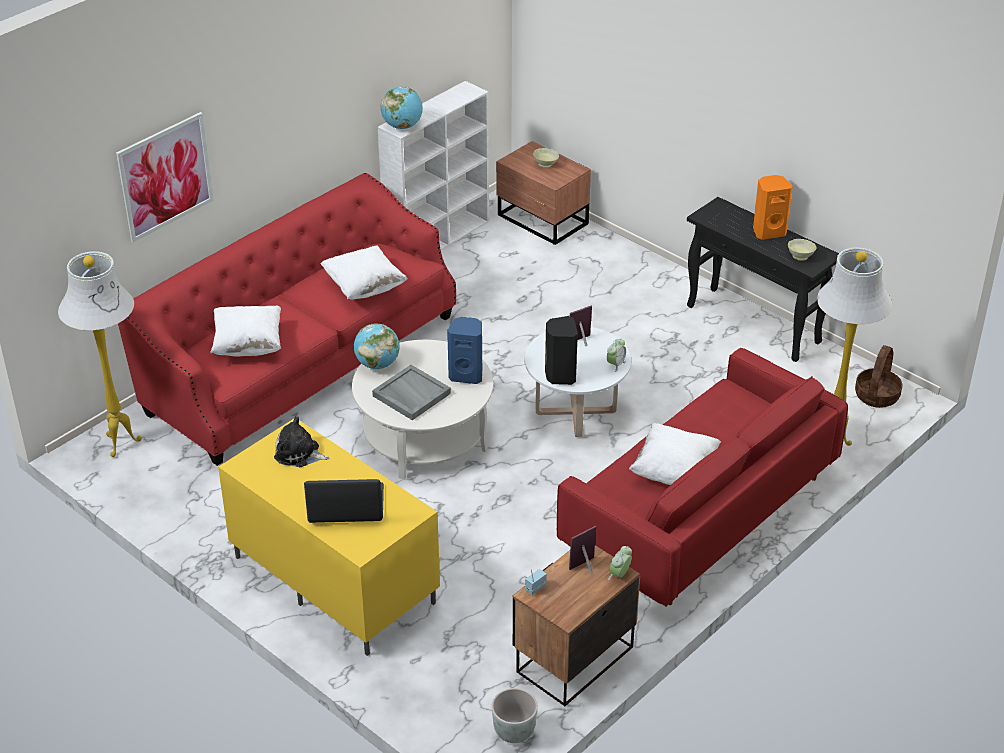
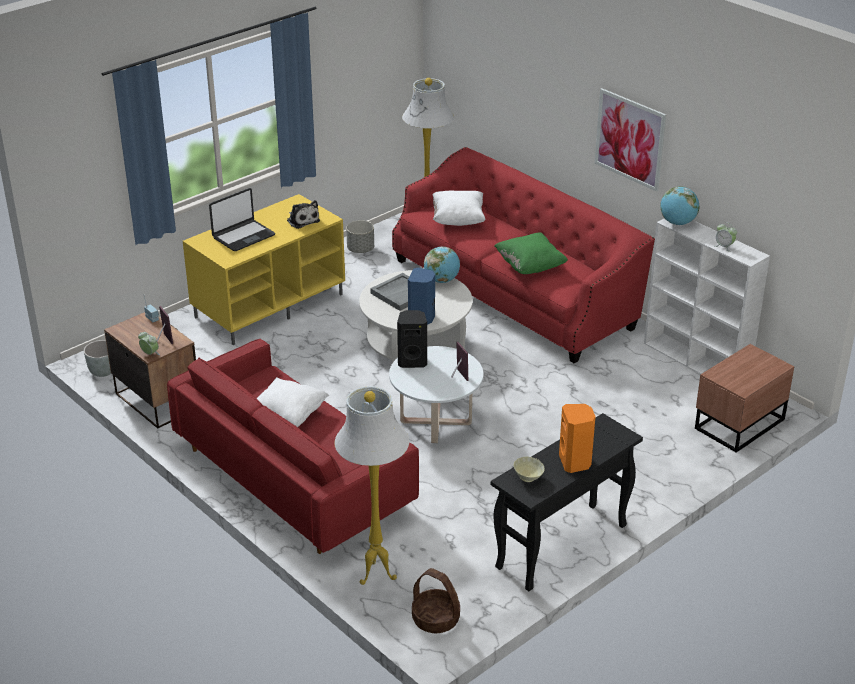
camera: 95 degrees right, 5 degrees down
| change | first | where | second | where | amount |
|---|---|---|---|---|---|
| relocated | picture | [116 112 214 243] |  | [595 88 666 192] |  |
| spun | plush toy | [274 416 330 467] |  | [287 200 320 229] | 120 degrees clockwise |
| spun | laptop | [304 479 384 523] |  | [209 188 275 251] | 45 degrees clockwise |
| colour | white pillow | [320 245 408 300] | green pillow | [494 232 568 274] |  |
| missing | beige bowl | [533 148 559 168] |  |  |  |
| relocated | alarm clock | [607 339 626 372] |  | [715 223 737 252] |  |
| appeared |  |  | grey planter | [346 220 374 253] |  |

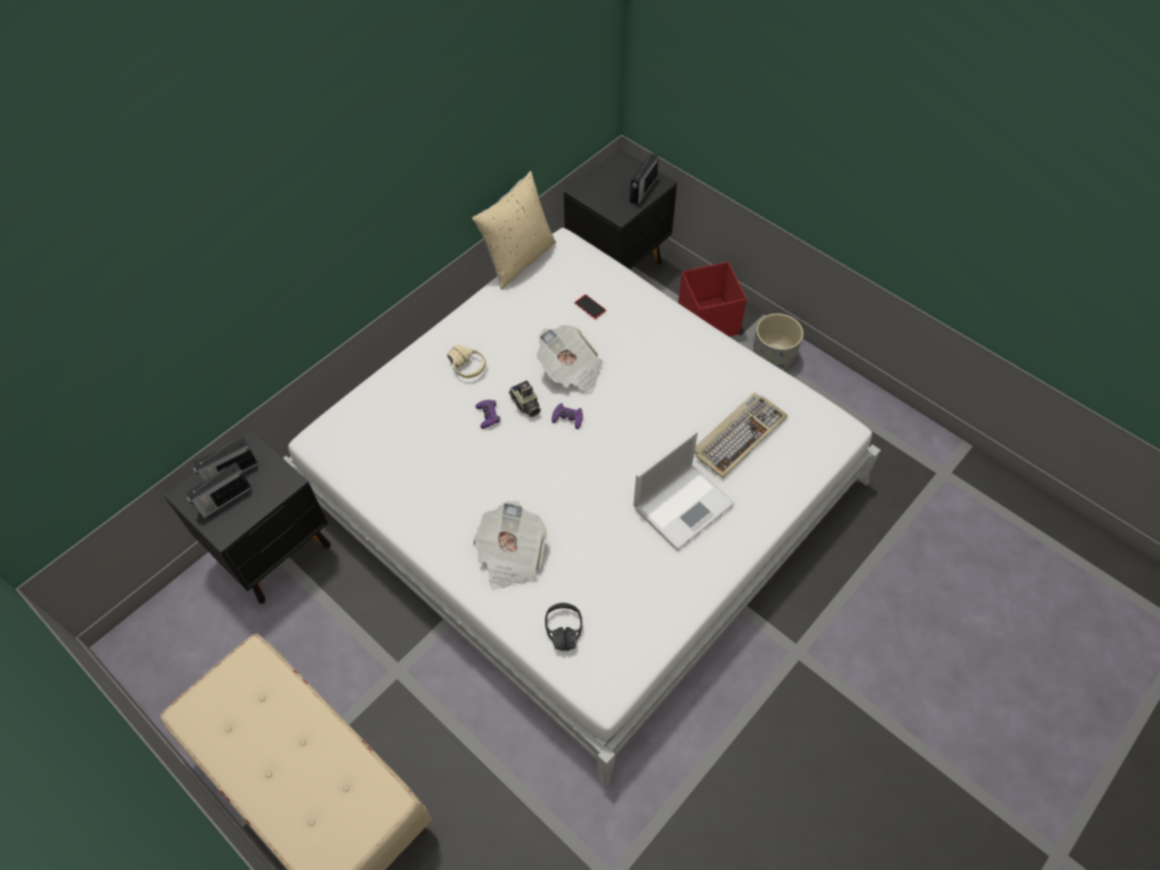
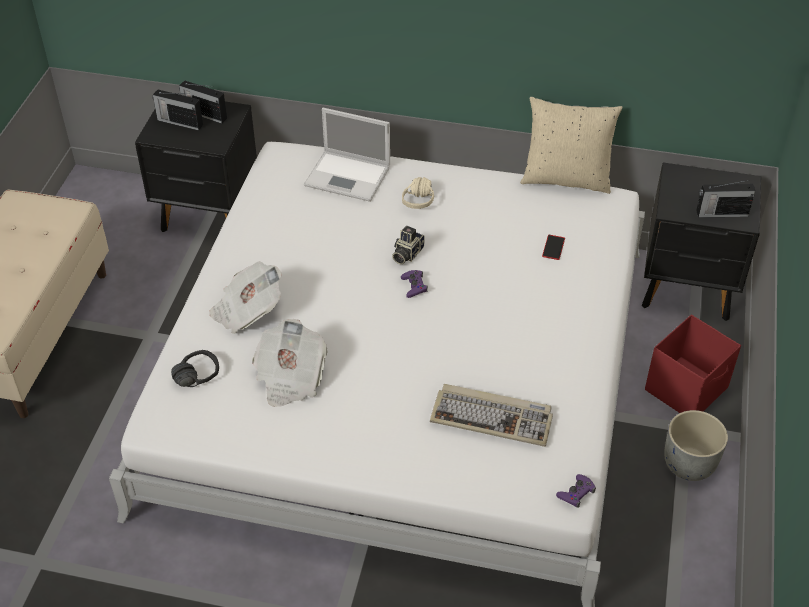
camera: 60 degrees right, 10 degrees down
| change | first | where | second | where | amount |
|---|---|---|---|---|---|
| relocated | purple game controller | [475 400 500 429] |  | [556 474 596 508] |  |
| relocated | newspaper | [537 325 603 393] |  | [252 319 328 407] |  |
| relocated | laptop | [633 430 734 550] |  | [304 108 390 202] |  |

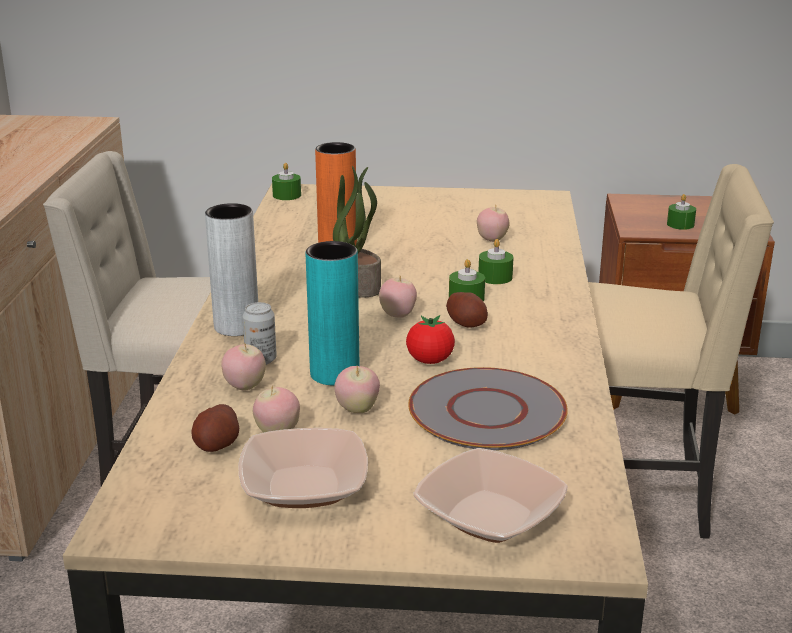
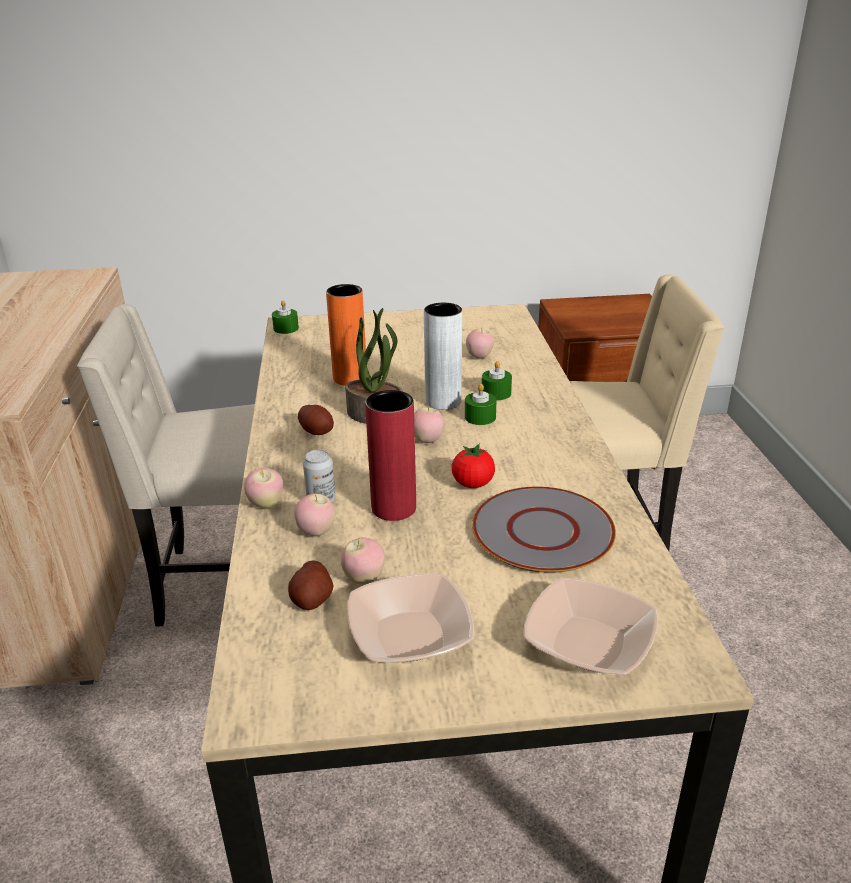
camera: 10 degrees left, 5 degrees up
| change | first | where | second | where | amount |
|---|---|---|---|---|---|
| relocated | grey vase | [205 203 258 336] |  | [424 303 462 410] |  |
| colour | turquoise vase | [306 241 360 386] | red vase | [365 390 416 521] |  |
| relocated | apple | [334 366 380 413] |  | [244 468 283 508] |  |
| relocated | potato | [446 292 488 328] |  | [298 405 334 435] |  |
| missing | green candle | [667 194 696 230] |  |  |  |

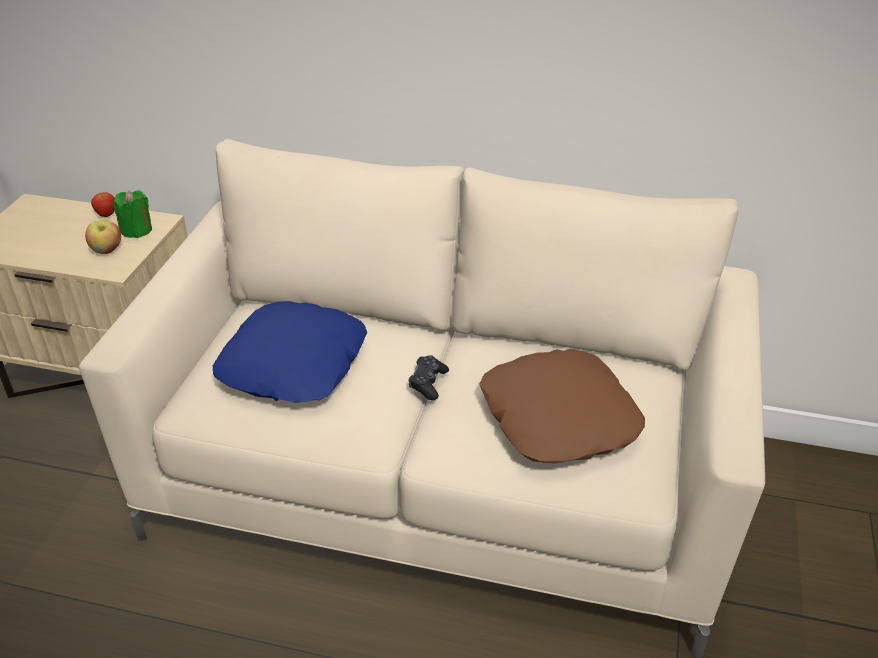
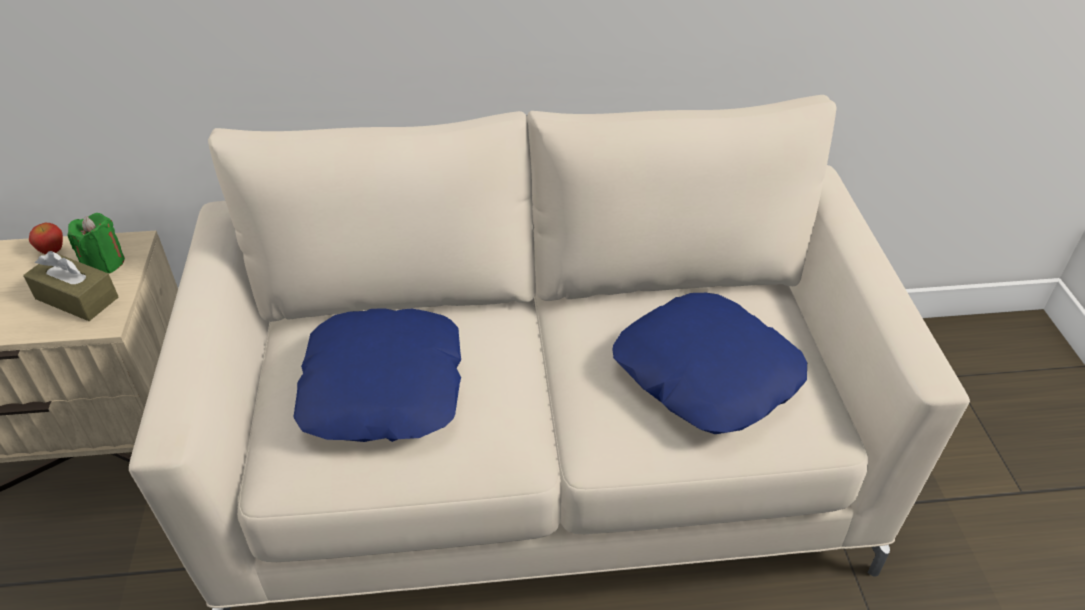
camera: 20 degrees left, 5 degrees up
| change | first | where | second | where | amount |
|---|---|---|---|---|---|
| exchanged | apple | [85 220 121 254] | brown tissue box | [23 251 119 321] |  |
| missing | black game controller | [409 355 449 400] |  |  |  |
| colour | brown pillow | [479 349 645 464] | blue pillow | [612 293 807 434] |  |

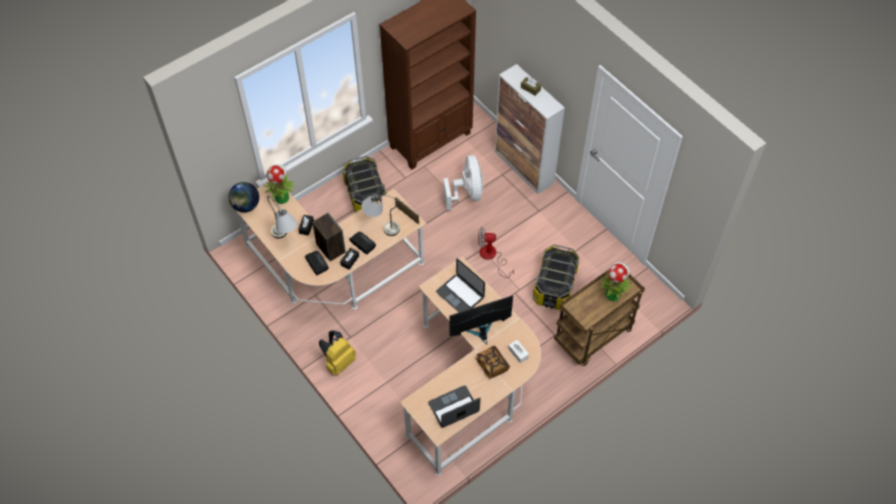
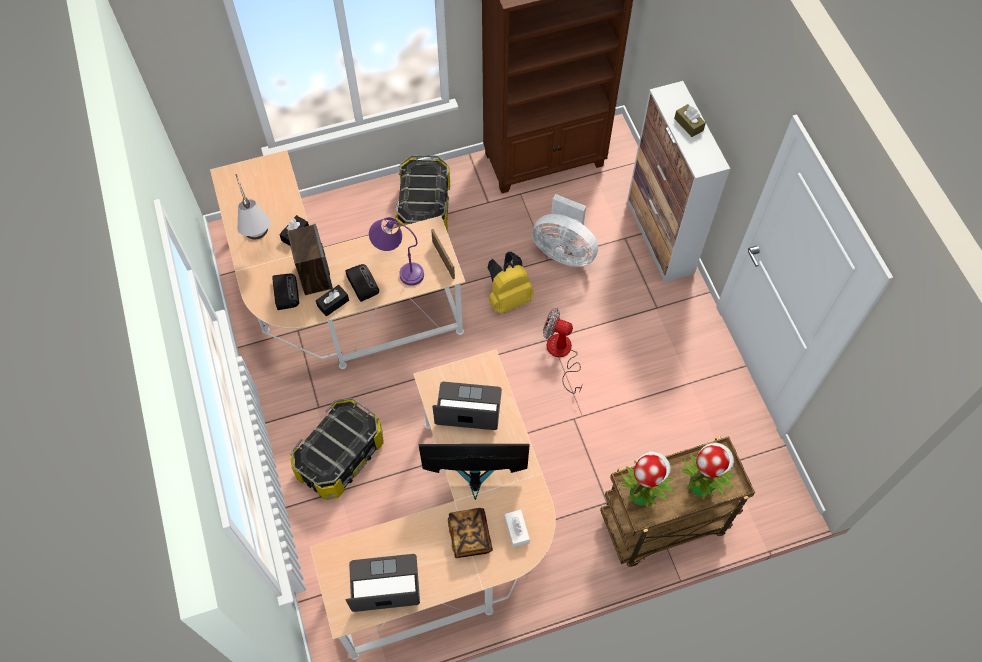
camera: 20 degrees right, 5 degrees up
| change | first | where | second | where | amount |
|---|---|---|---|---|---|
| missing | globe | [228 182 259 212] |  |  |  |
| relocated | potted plant | [263 164 297 204] |  | [619 451 674 510] |  |
| relocated | yellow backpack | [319 330 356 375] |  | [487 252 534 314] |  |
| colour | grey table lamp | [361 194 400 236] | purple table lamp | [369 217 424 286] |  |
| spun | laptop | [436 259 485 312] |  | [432 382 502 430] | 120 degrees clockwise |
| spun | white fan | [443 155 484 211] |  | [532 194 598 267] | 105 degrees clockwise |
| relocated | storage box | [533 244 580 310] |  | [290 398 384 500] |  |

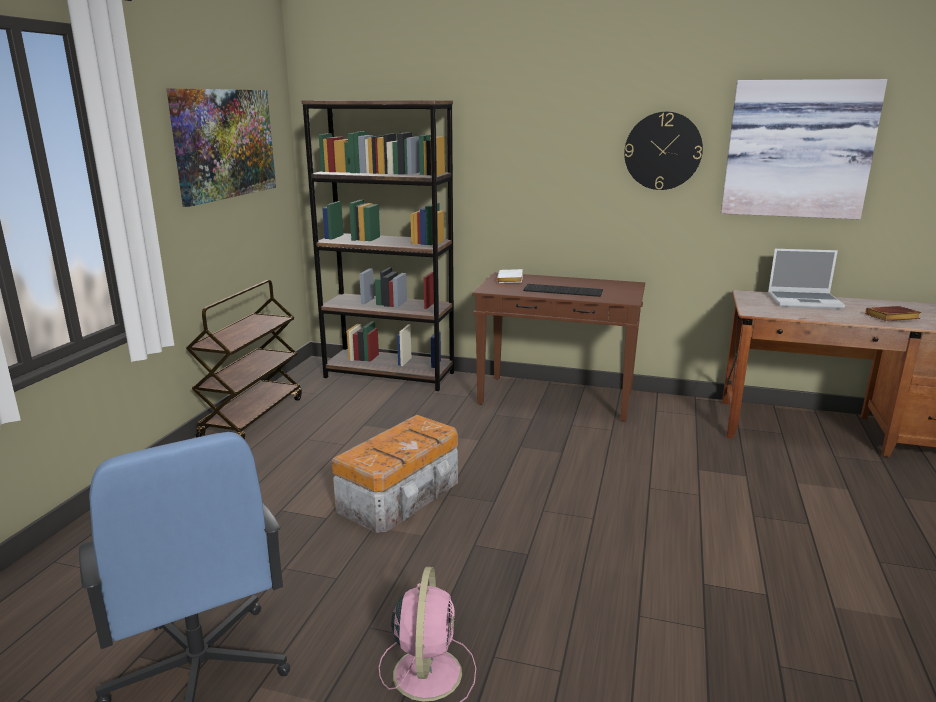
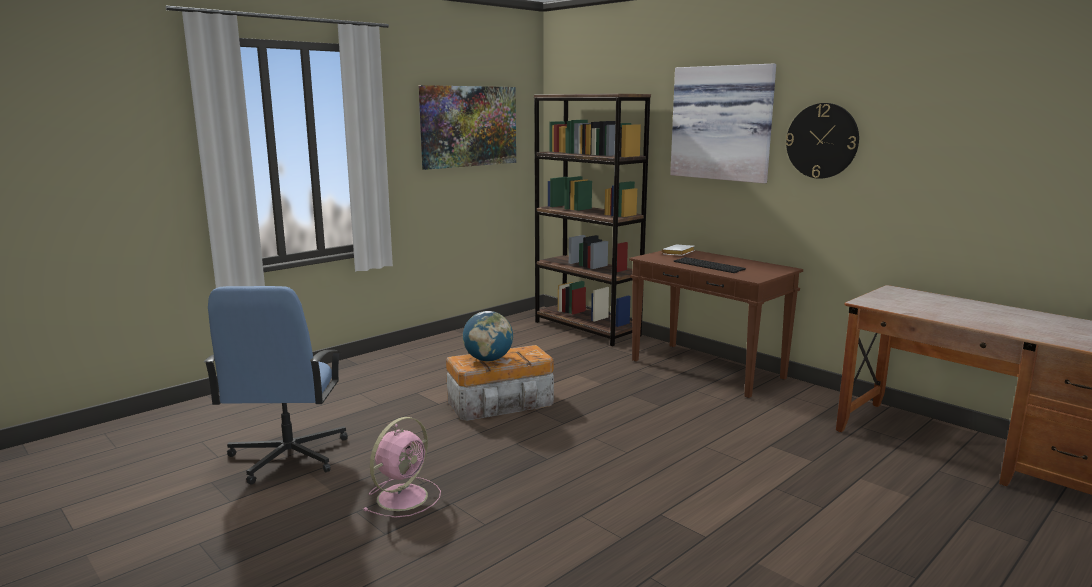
camera: 30 degrees right, 5 degrees down
| change | first | where | second | where | amount |
|---|---|---|---|---|---|
| missing | brown cart | [186 280 302 440] |  |  |  |
| relocated | picture | [721 79 887 219] |  | [670 64 776 183] |  |
| missing | laptop | [768 249 845 309] |  |  |  |
| missing | brown book | [865 306 921 321] |  |  |  |
| appeared |  |  | globe | [463 311 513 361] |  |

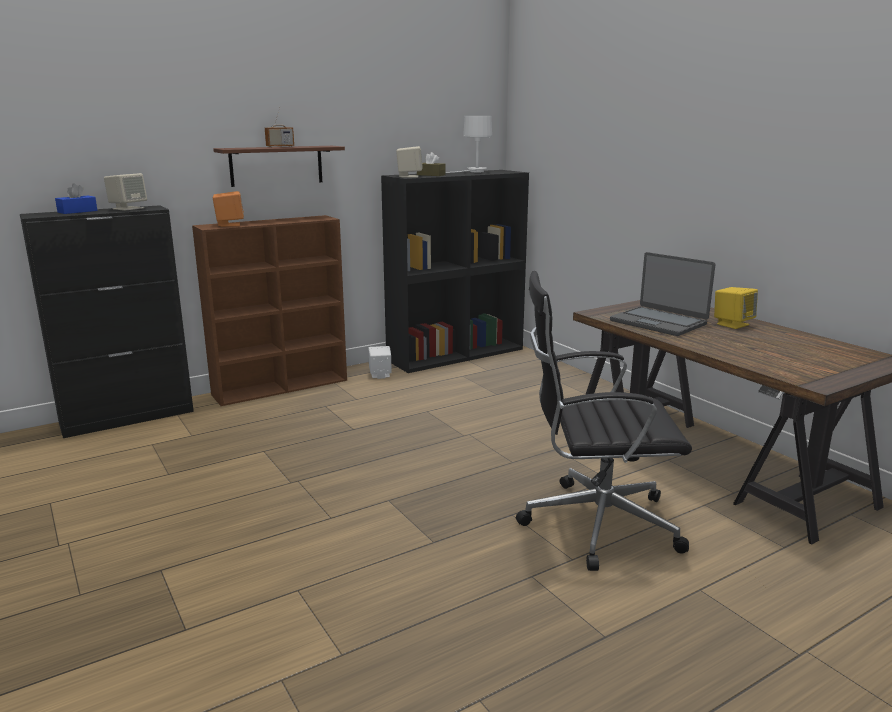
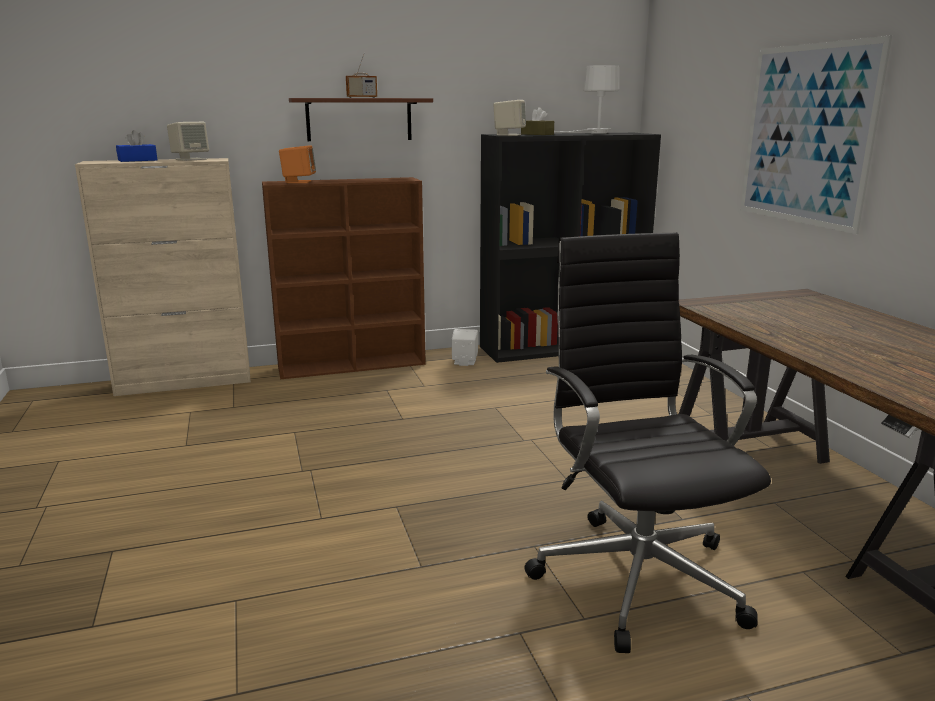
camera: 15 degrees right, 0 degrees up
| change | first | where | second | where | amount |
|---|---|---|---|---|---|
| colour | black cabinet | [20 205 194 438] | beige cabinet | [75 158 251 396] |  |
| spun | black office chair | [516 271 692 571] |  | [524 232 771 653] | 60 degrees clockwise |
| missing | laptop | [610 252 715 336] |  |  |  |
| missing | yellow speaker | [714 287 758 329] |  |  |  |
| appeared |  |  | picture | [740 36 892 234] |  |

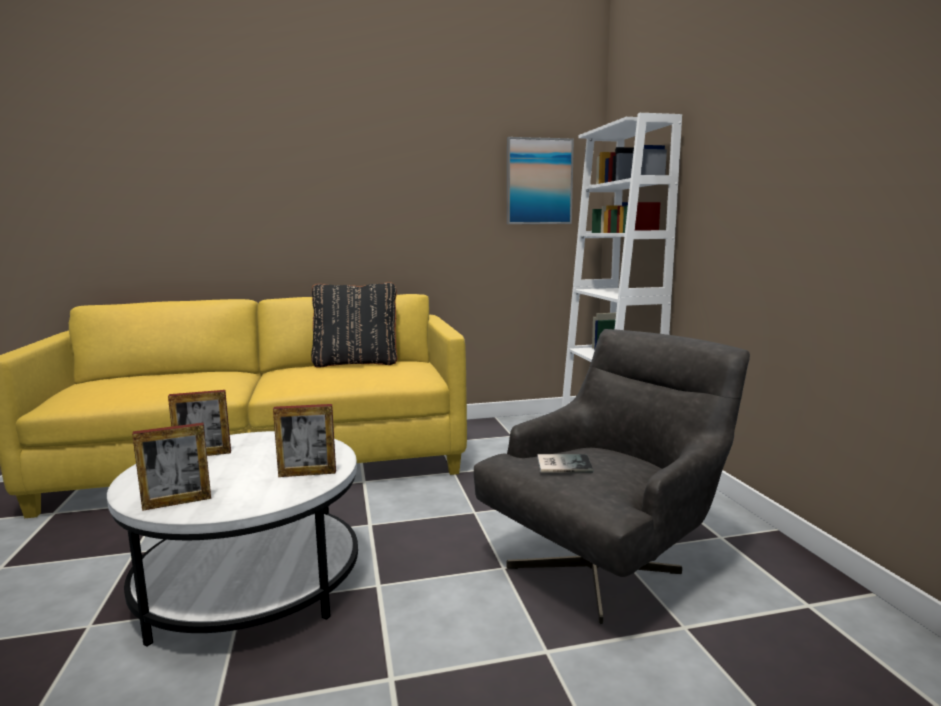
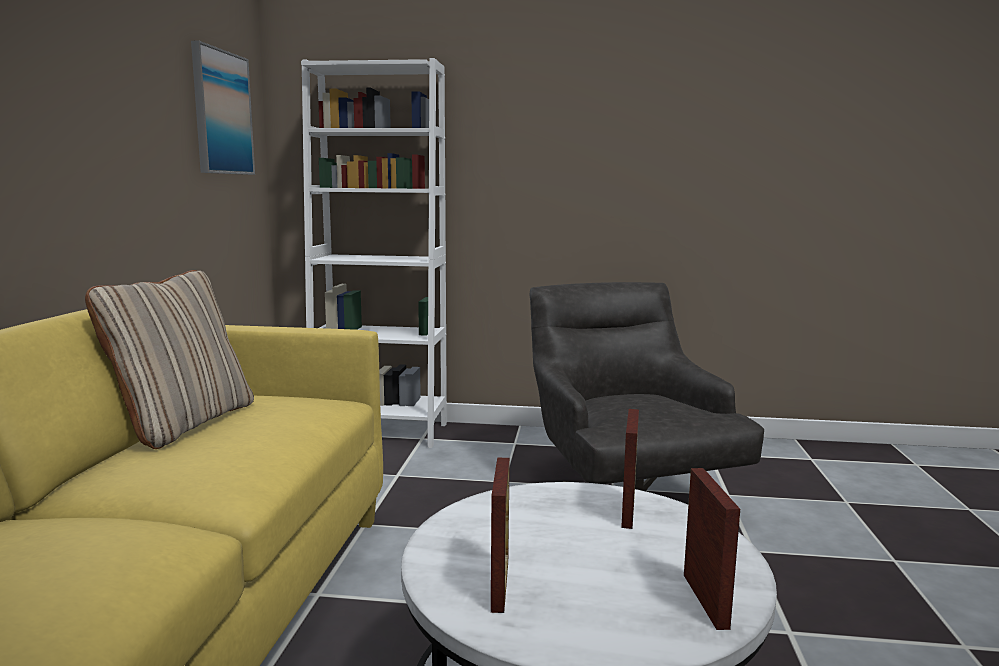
camera: 70 degrees left, 0 degrees up
| change | first | where | second | where | amount |
|---|---|---|---|---|---|
| colour | black pillow | [311 282 398 368] | beige pillow | [85 270 254 449] |  |
| missing | book | [537 454 593 473] |  |  |  |

